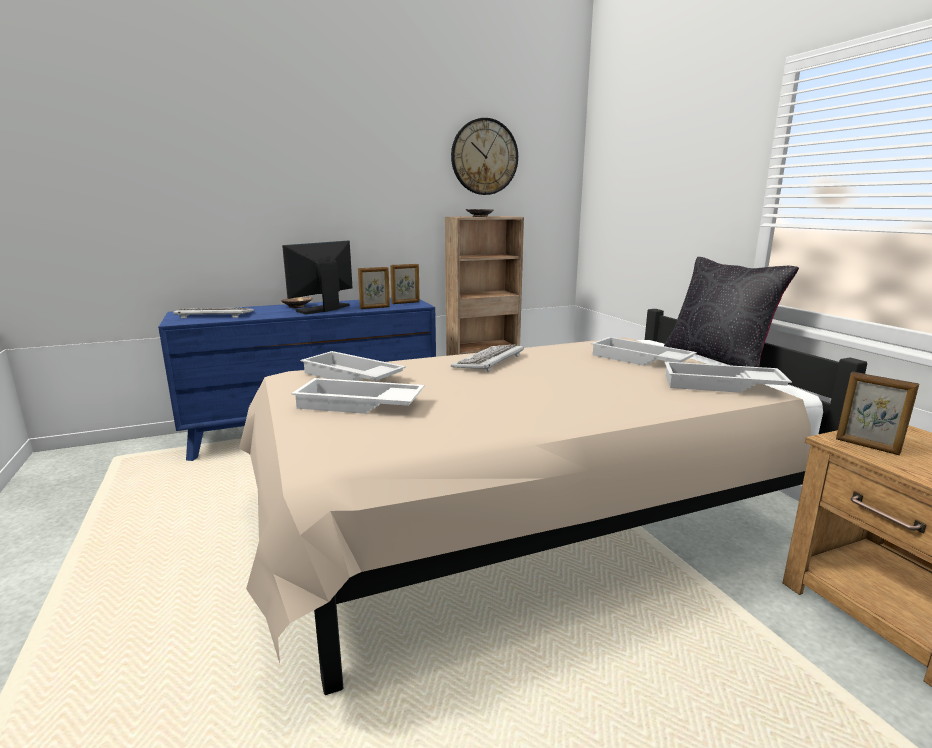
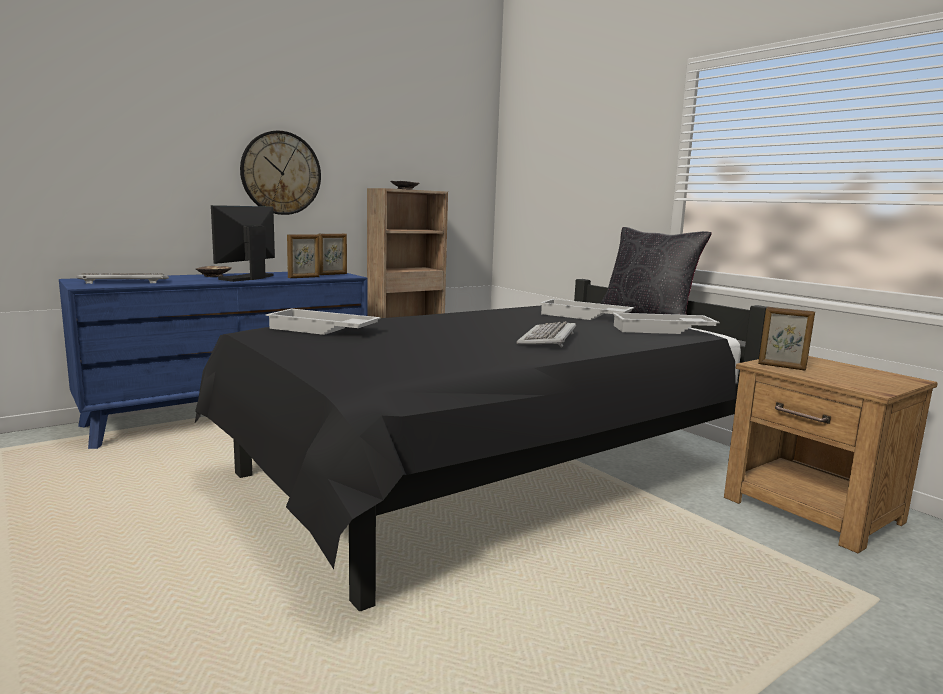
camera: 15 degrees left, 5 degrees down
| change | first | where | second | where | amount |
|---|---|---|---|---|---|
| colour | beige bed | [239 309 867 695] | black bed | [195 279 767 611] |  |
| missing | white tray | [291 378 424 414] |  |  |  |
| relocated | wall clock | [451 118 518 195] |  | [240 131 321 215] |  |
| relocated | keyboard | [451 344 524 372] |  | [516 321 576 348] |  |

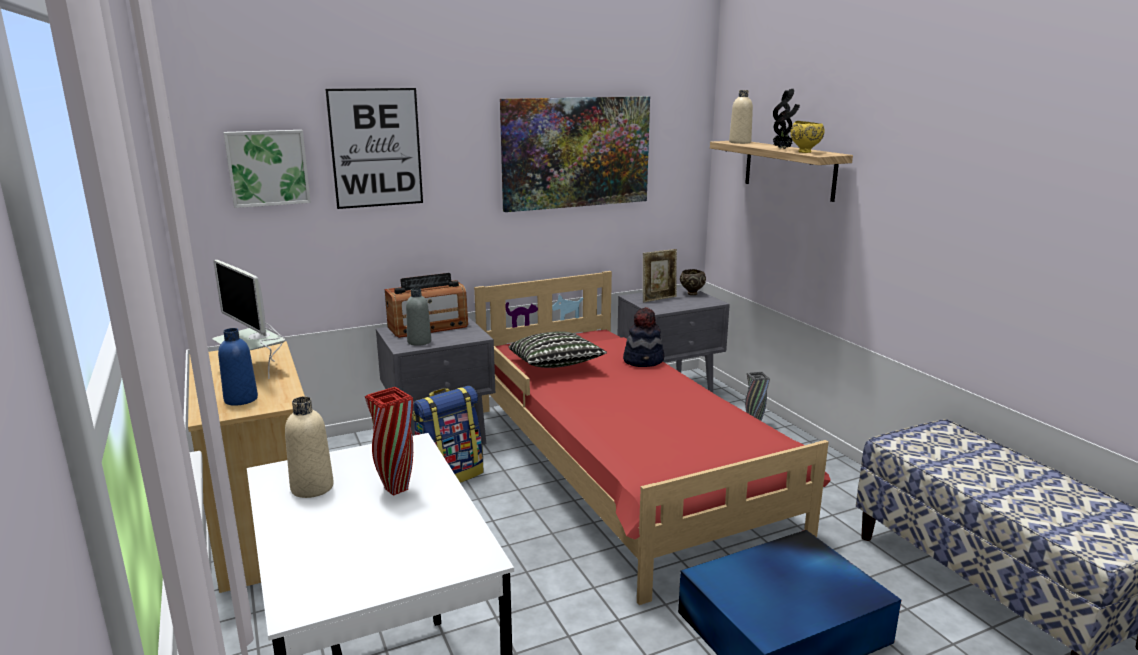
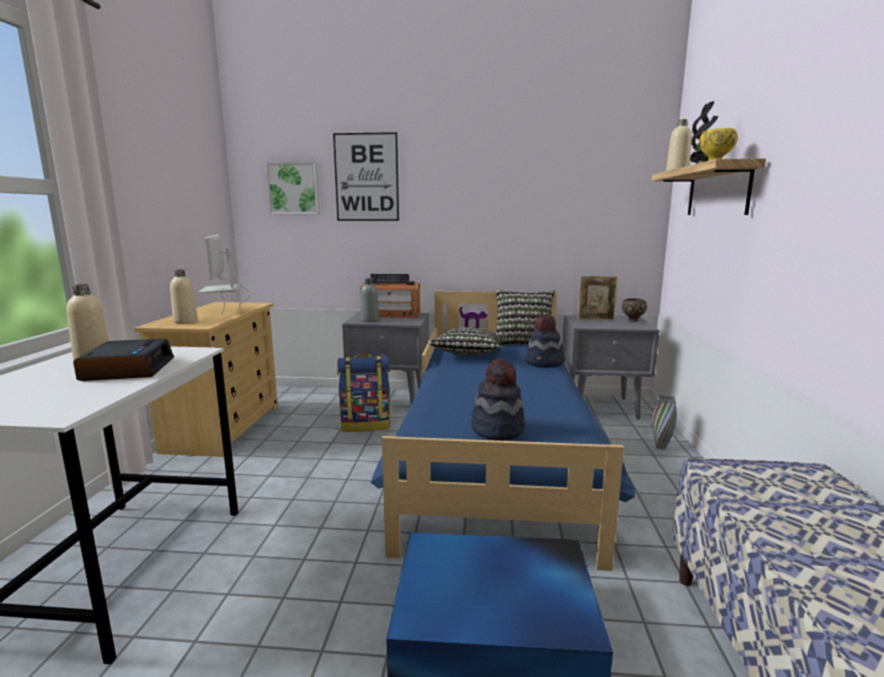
camera: 30 degrees right, 5 degrees down
| change | first | where | second | where | amount |
|---|---|---|---|---|---|
| colour | blue bottle | [218 328 258 406] | beige bottle | [170 269 198 323] |  |
| exchanged | red vase | [365 387 413 496] | alarm clock | [73 339 174 381] |  |
| colour | red bed | [474 271 831 605] | blue bed | [370 291 635 571] |  |
| missing | picture | [500 96 650 212] |  |  |  |
| appeared |  |  | hat | [471 359 525 441] |  |
| appeared |  |  | pillow | [496 290 555 346] |  |

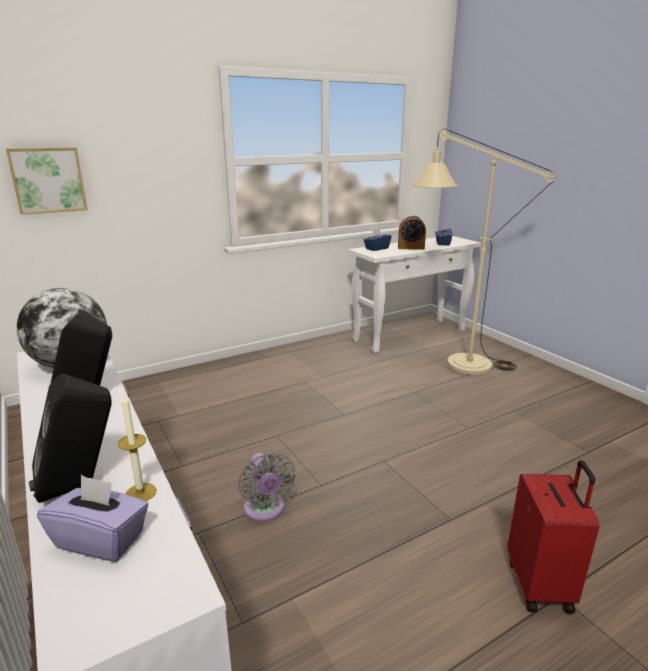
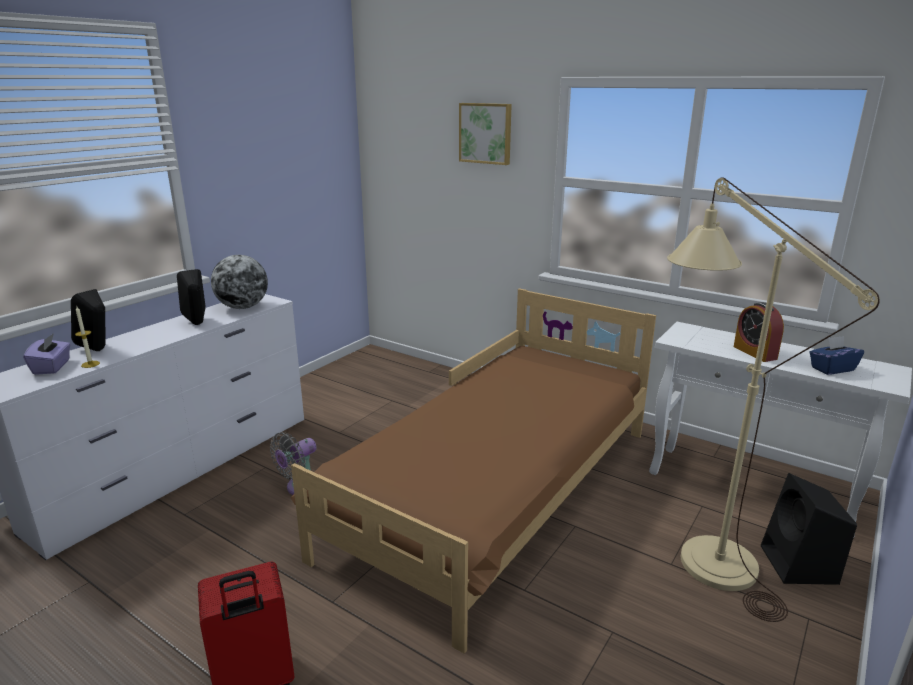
camera: 65 degrees right, 0 degrees up
| change | first | where | second | where | amount |
|---|---|---|---|---|---|
| relocated | picture | [6 147 88 215] |  | [459 103 512 165] |  |
| missing | blue tissue box | [364 229 392 251] |  |  |  |
| appeared |  |  | brown bed | [290 288 656 654] |  |
| appeared |  |  | black speaker | [761 473 857 585] |  |

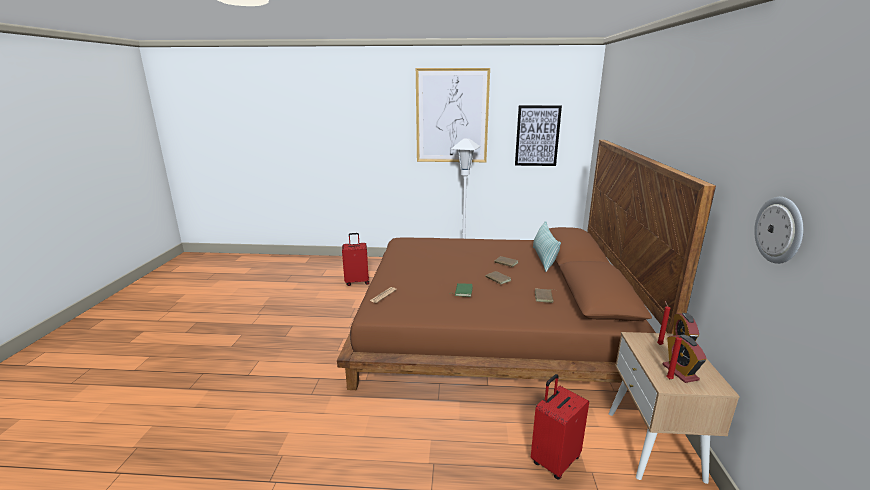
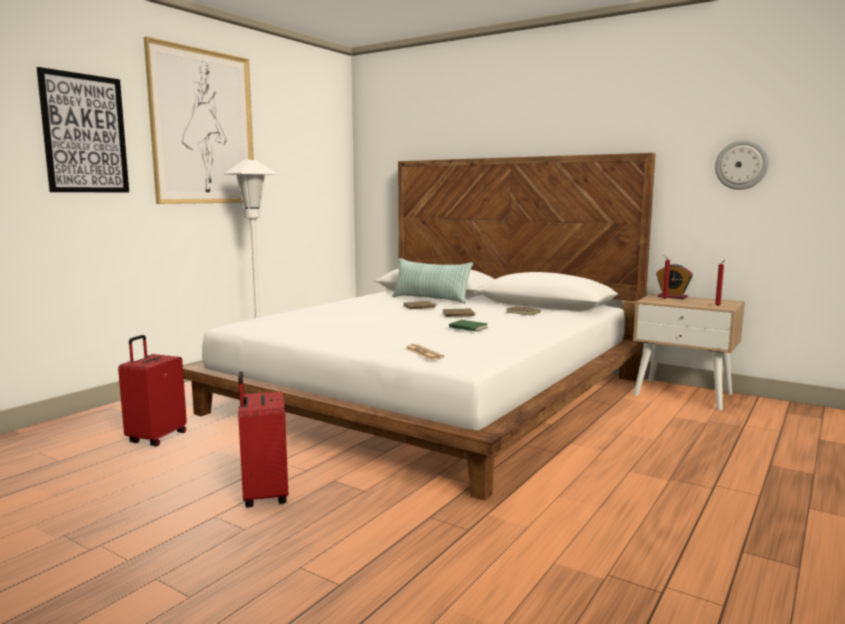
camera: 60 degrees left, 10 degrees down
| change | first | where | second | where | amount |
|---|---|---|---|---|---|
| colour | brown bed | [337 140 716 390] | white bed | [183 153 655 501] |  |
| relocated | picture | [515 105 562 166] |  | [37 67 129 192] |  |
| relocated | red suitcase | [531 374 589 480] |  | [238 371 288 508] |  |
| missing | alarm clock | [663 335 707 383] |  |  |  |

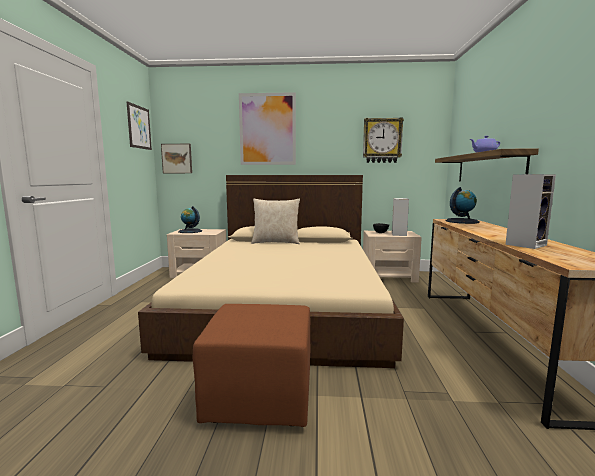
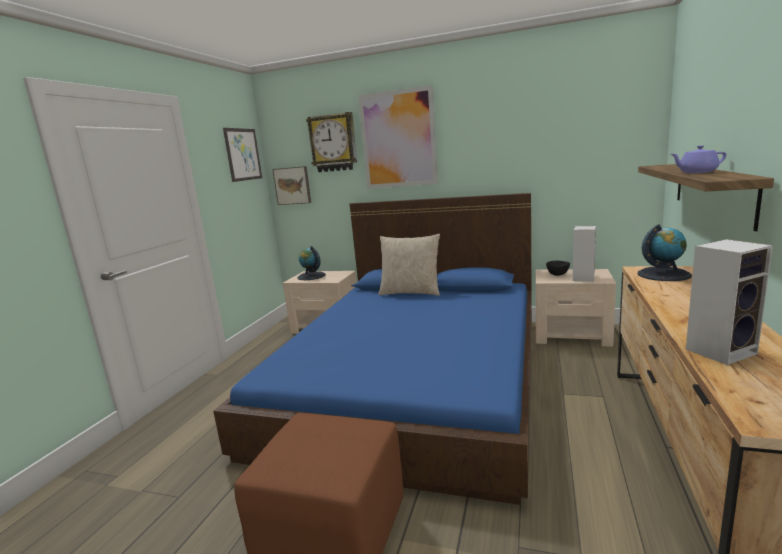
camera: 15 degrees right, 5 degrees up
| change | first | where | second | where | amount |
|---|---|---|---|---|---|
| colour | beige bed | [138 175 404 368] | blue bed | [213 193 532 505] |  |
| relocated | wall clock | [363 117 404 163] |  | [306 112 357 172] |  |

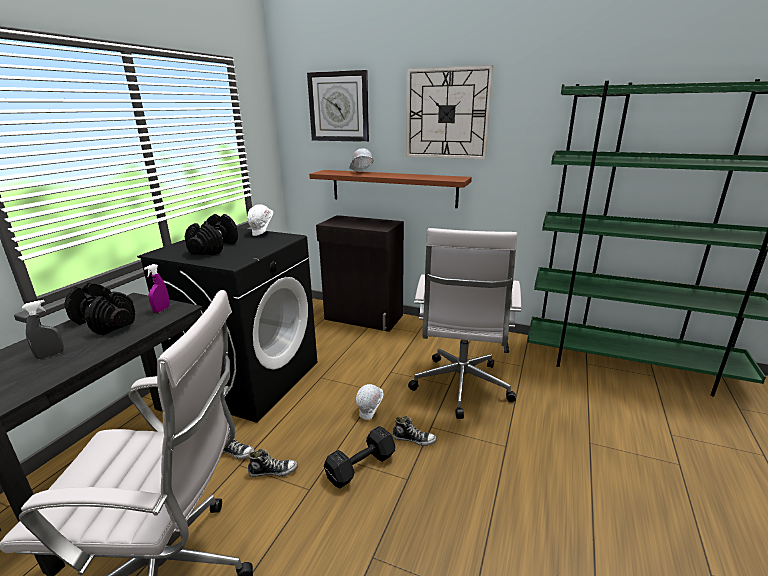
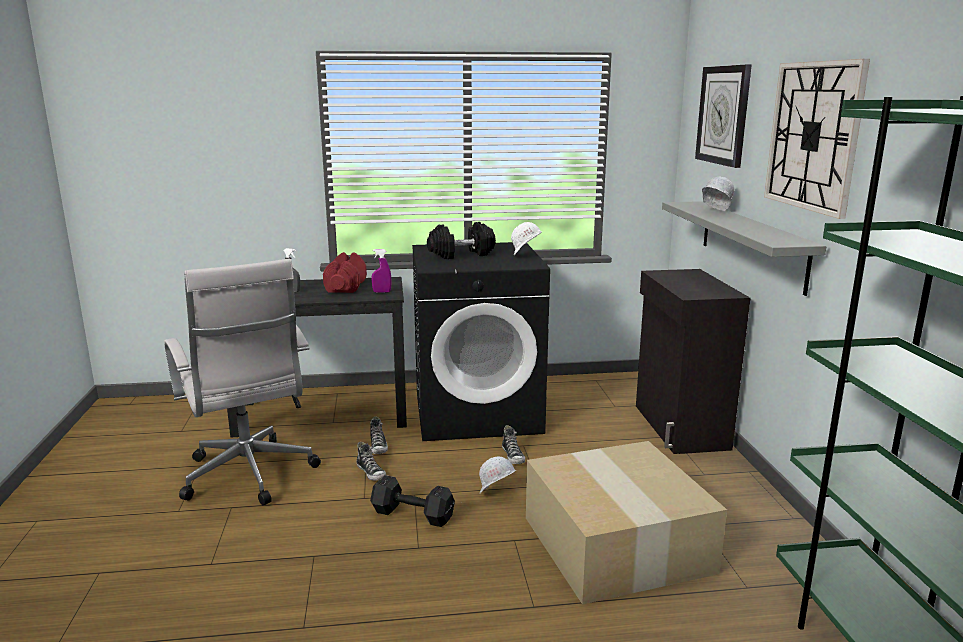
camera: 60 degrees right, 5 degrees down
| change | first | where | second | where | amount |
|---|---|---|---|---|---|
| colour | black dumbbell | [64 282 135 335] | red dumbbell | [323 252 367 293] |  |
| colour | brown shelf | [309 170 472 208] | grey shelf | [662 201 826 296] |  |
| relocated | shoe | [392 416 437 446] |  | [502 425 525 464] |  |
| exchanged | white office chair | [408 228 521 419] | cardboard box | [526 441 727 605] |  |

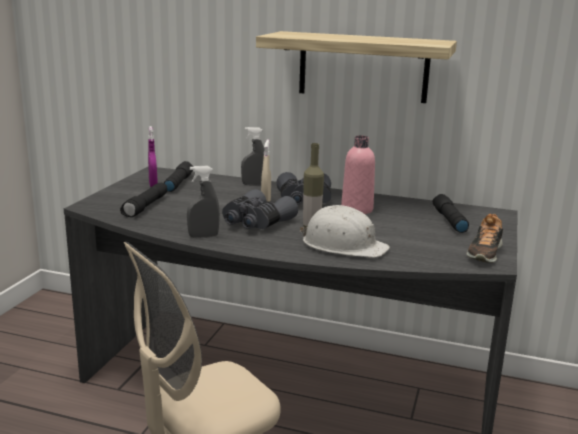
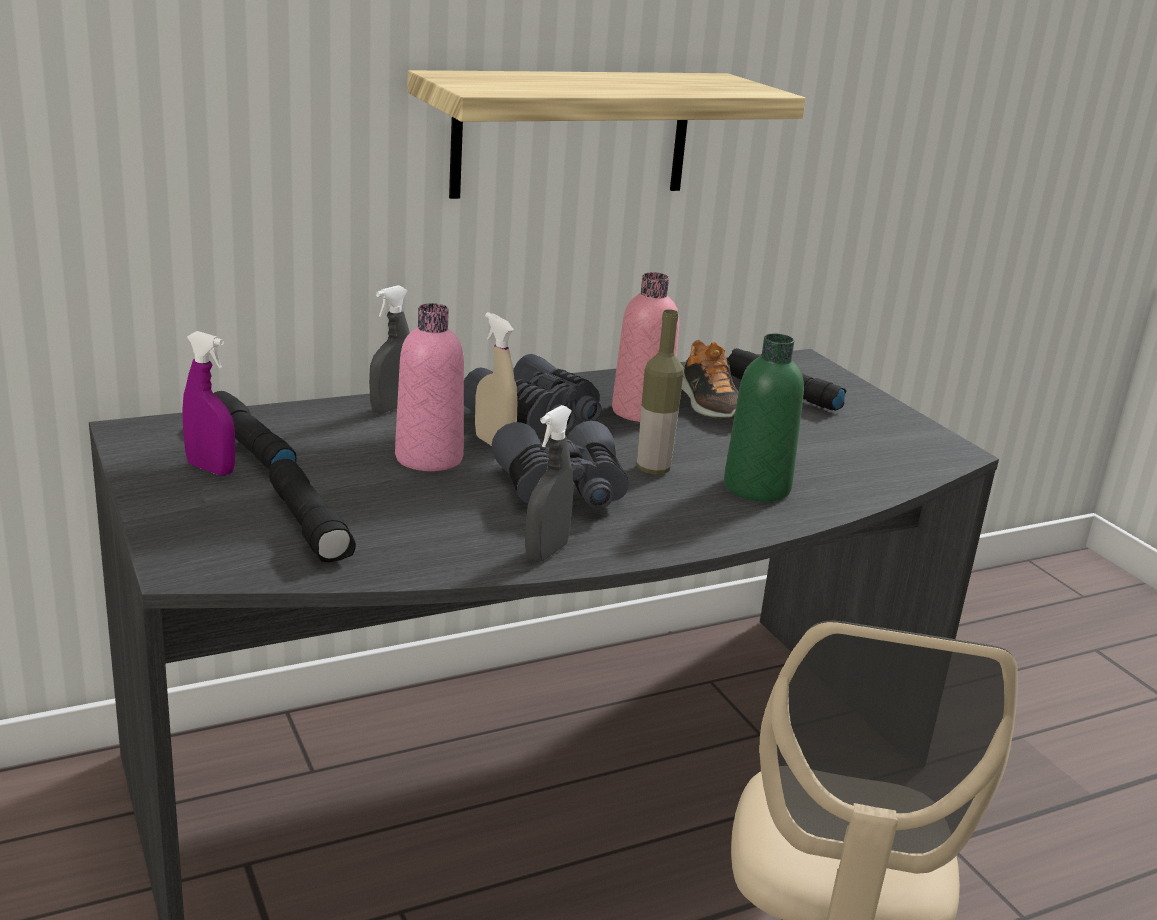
camera: 45 degrees left, 5 degrees up
| change | first | where | second | where | amount |
|---|---|---|---|---|---|
| exchanged | white hard hat | [300 205 390 258] | green bottle | [724 334 804 501] |  |
| relocated | shoe | [466 214 503 263] |  | [682 340 739 419] |  |
| appeared |  |  | pink bottle | [395 303 464 471] |  |

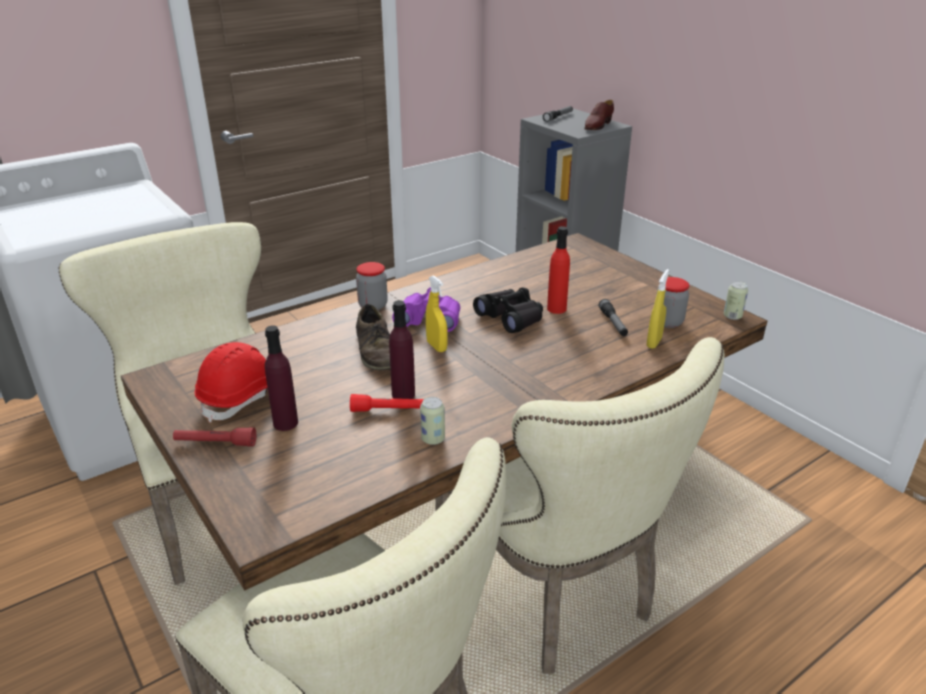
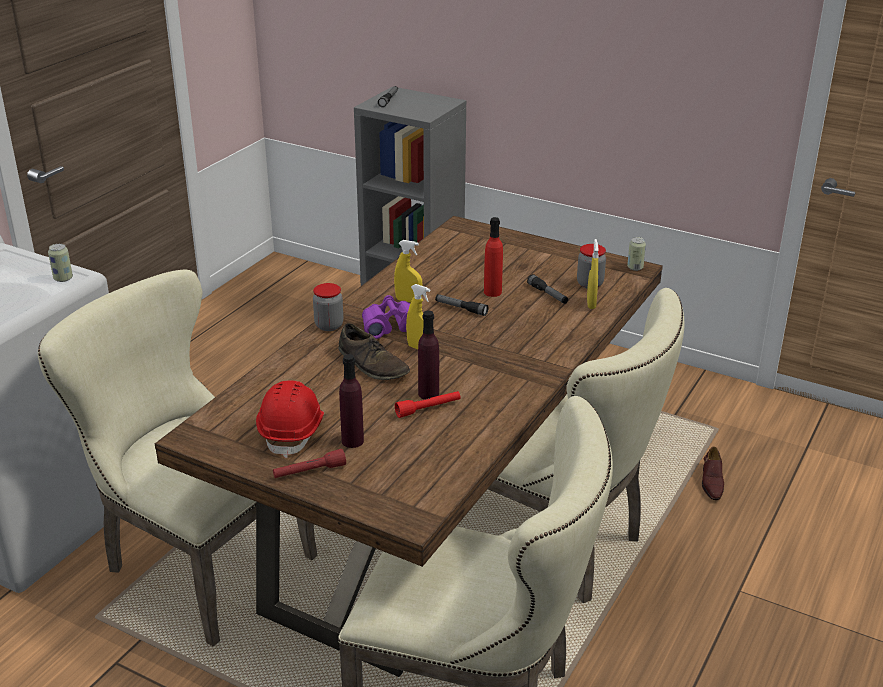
camera: 25 degrees left, 0 degrees up
| change | first | where | second | where | amount |
|---|---|---|---|---|---|
| relocated | can | [420 397 445 445] |  | [48 244 73 282] |  |
| exchanged | black binoculars | [473 287 543 333] | flashlight | [435 294 489 316] |  |
| relocated | brown shoe | [585 100 614 130] |  | [702 446 724 500] |  |
| appeared |  |  | yellow spray bottle | [394 240 422 302] |  |

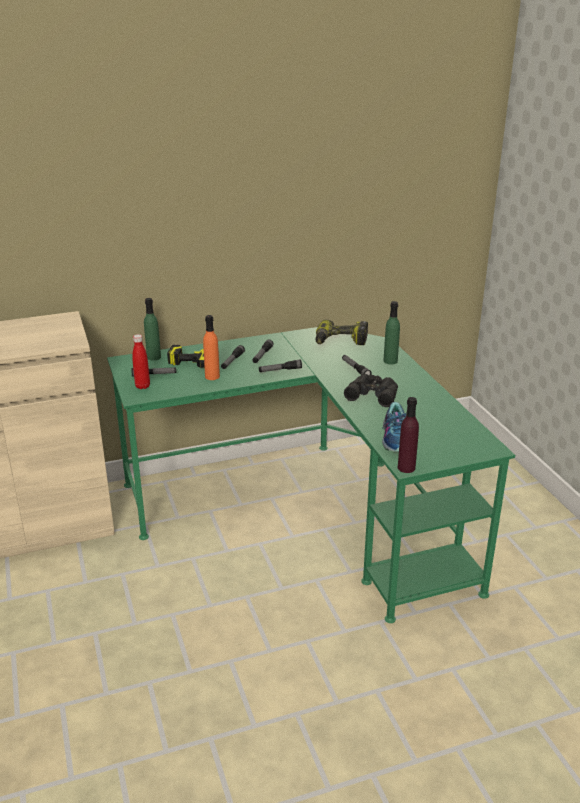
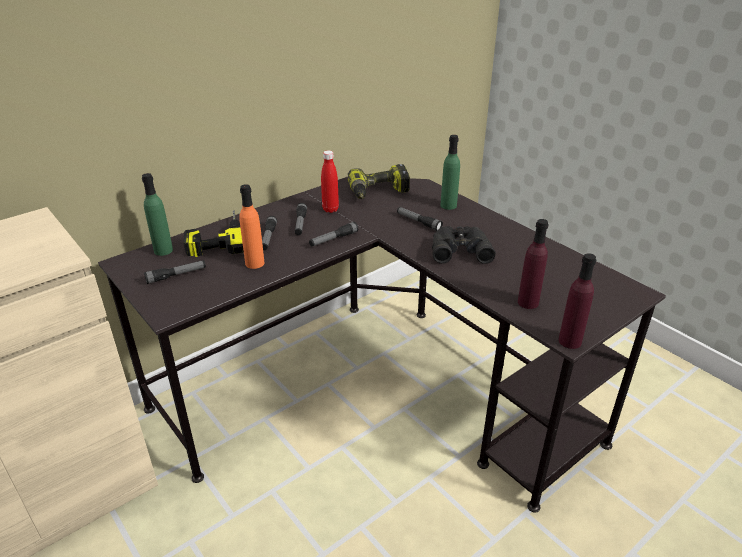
camera: 20 degrees left, 5 degrees up
| change | first | where | second | where | amount |
|---|---|---|---|---|---|
| colour | green desk | [107 327 515 623] | black desk | [98 177 666 513] |  |
| relocated | red bottle | [132 334 150 389] |  | [321 150 339 213] |  |
| exchanged | shoe | [382 402 406 452] | purple bottle | [518 219 548 309] |  |

